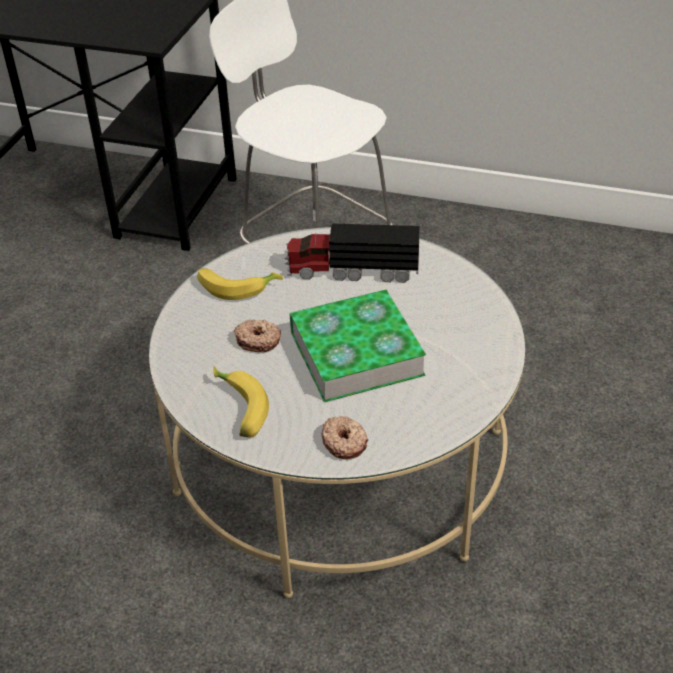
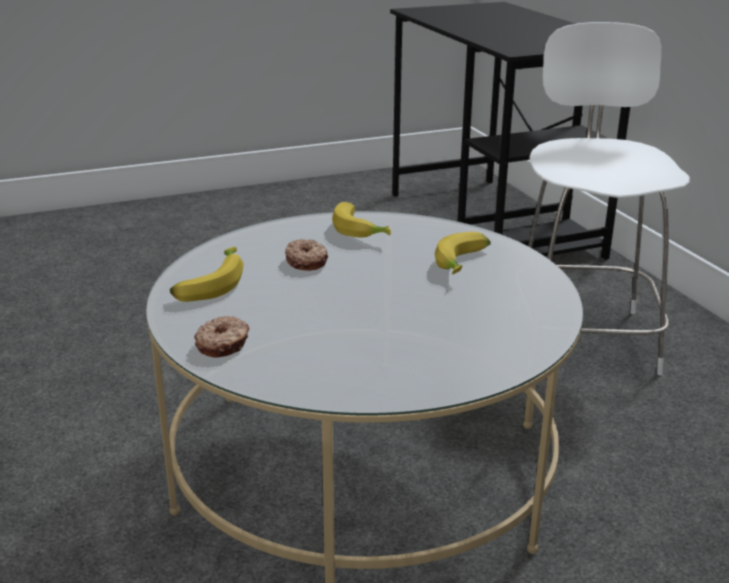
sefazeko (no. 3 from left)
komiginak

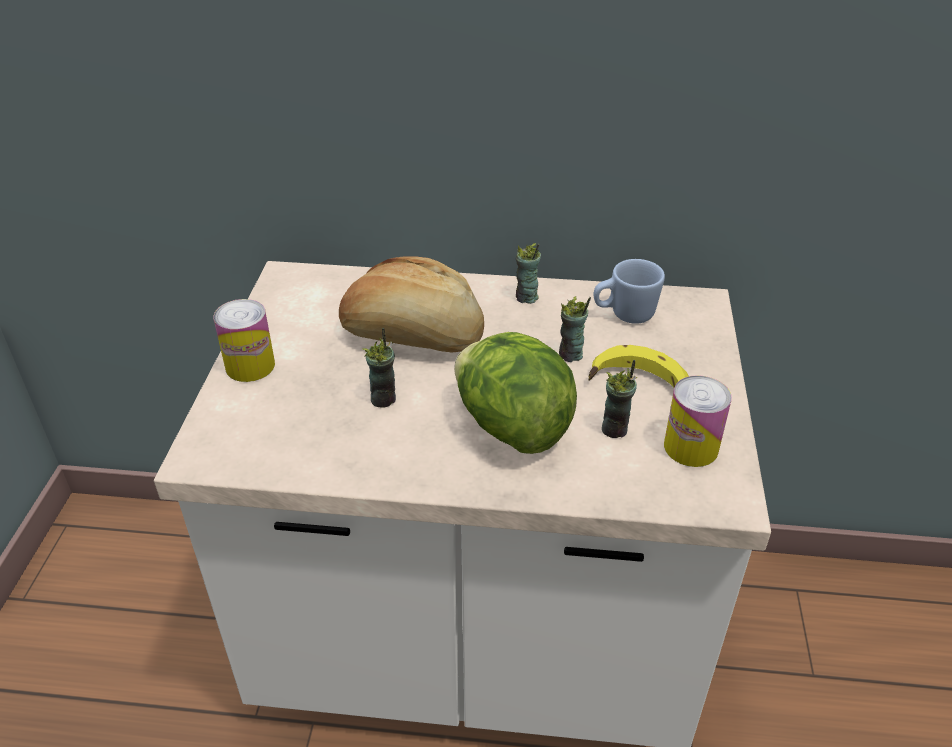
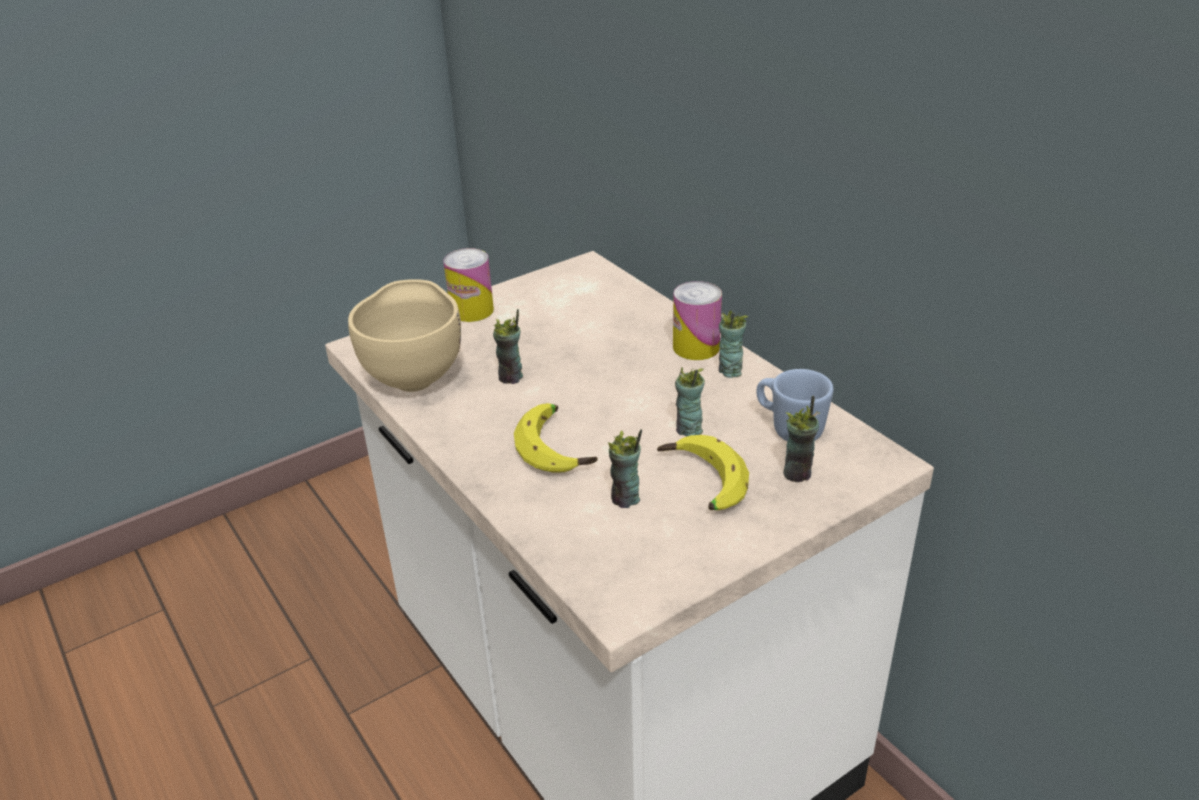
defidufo
sefazeko (no. 1 from left)
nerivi (no. 2 from left)
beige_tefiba
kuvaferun (no. 5 from left)

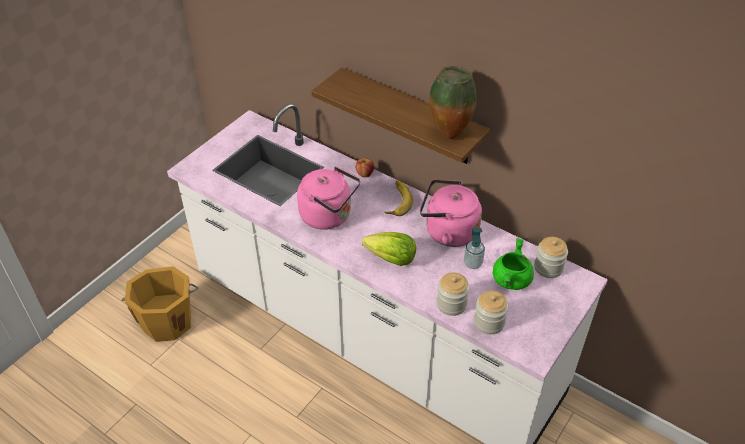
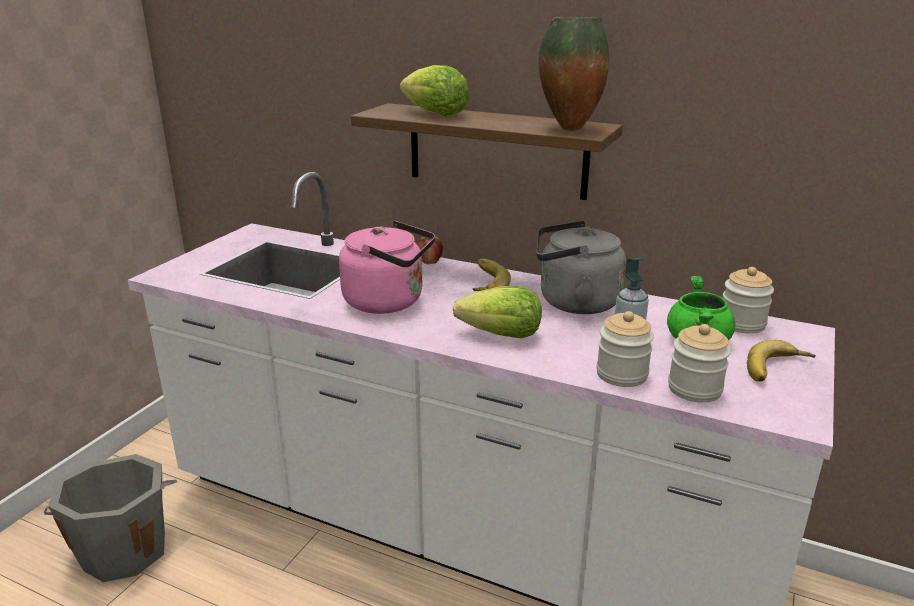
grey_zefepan
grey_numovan
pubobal (no. 1 from left)
sefazeko (no. 2 from left)

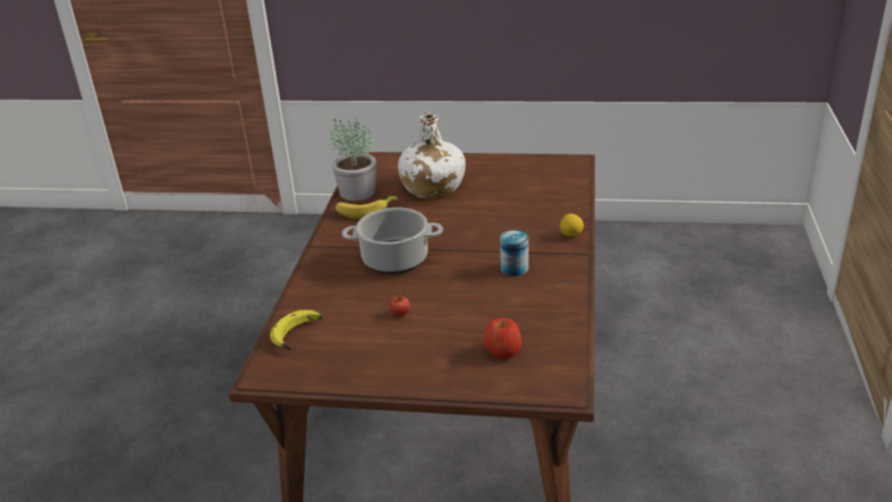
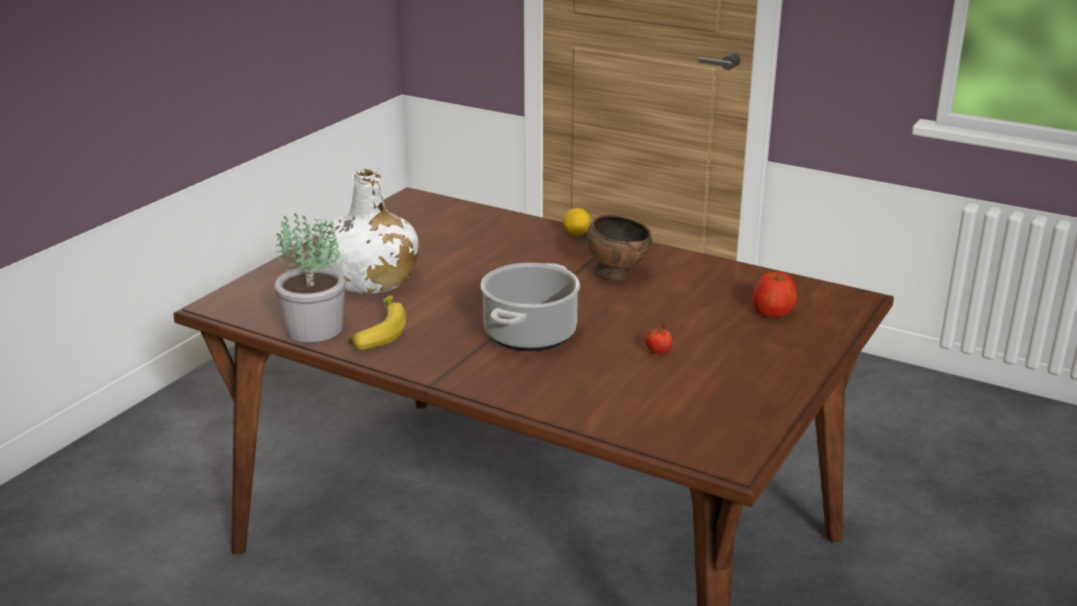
sefazeko (no. 1 from left in the first image)
brown_tefiba

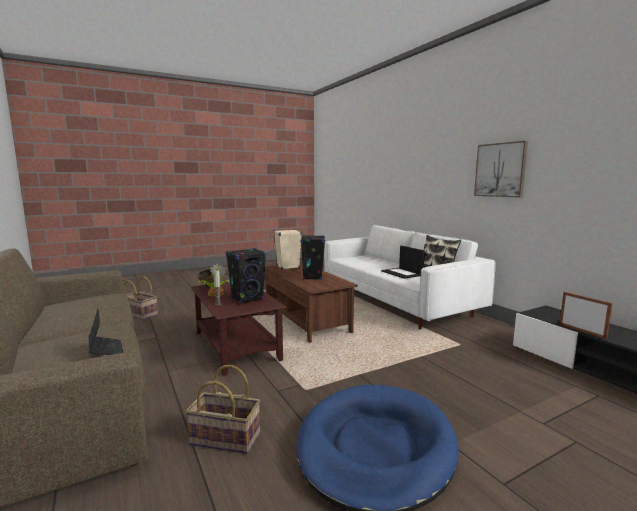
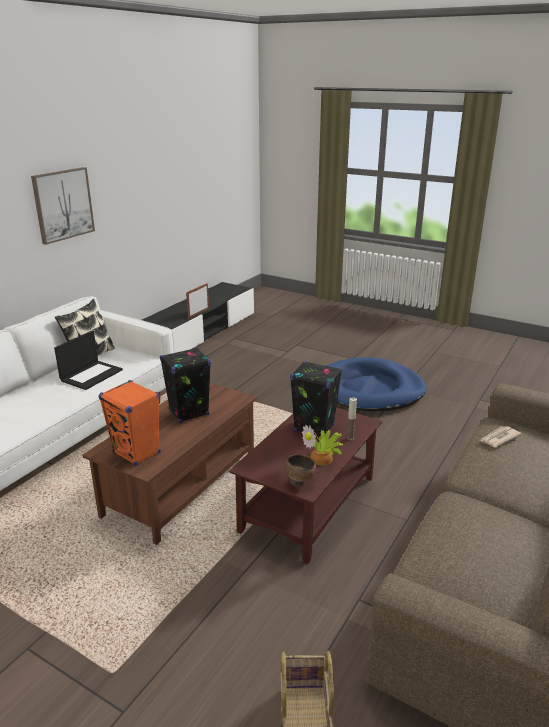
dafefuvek
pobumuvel (no. 2 from left in the first image)
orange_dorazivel

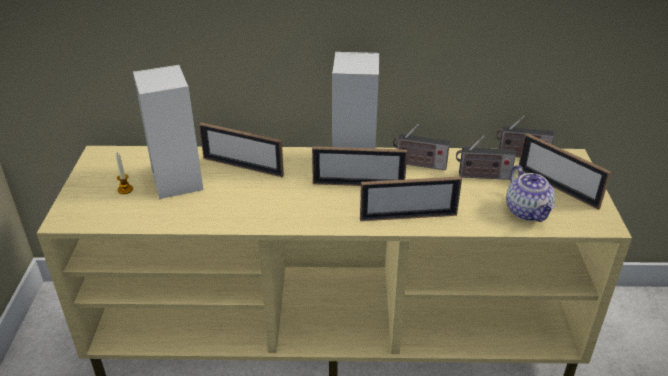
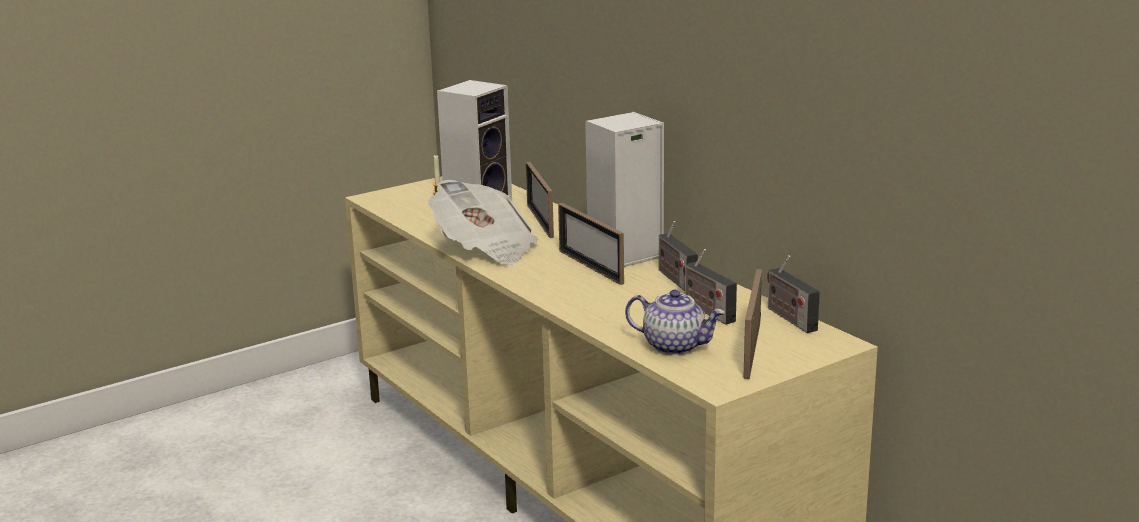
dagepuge (no. 3 from left in the first image)
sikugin
dafefuvek

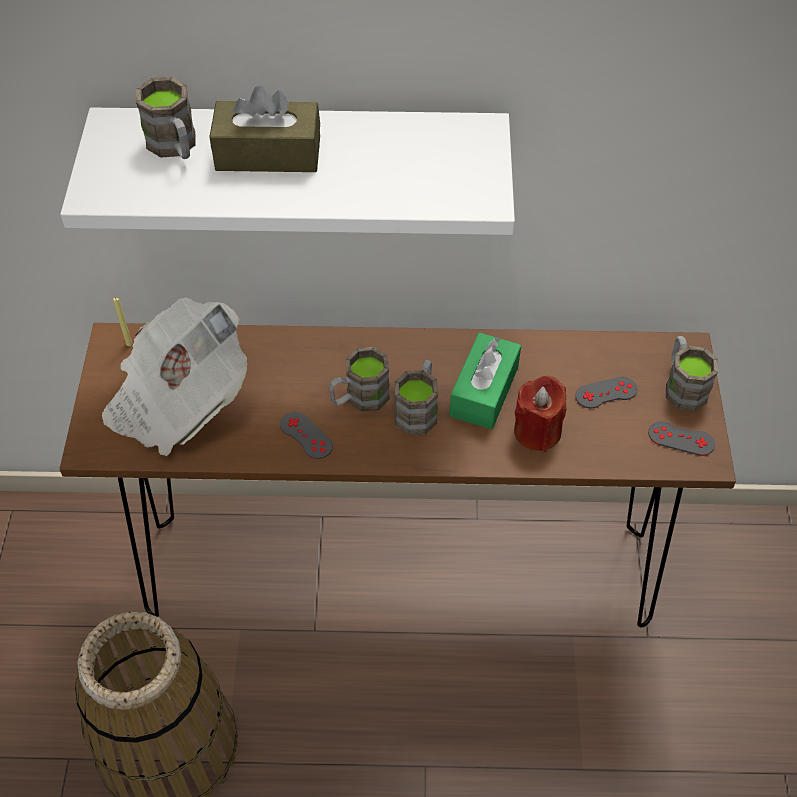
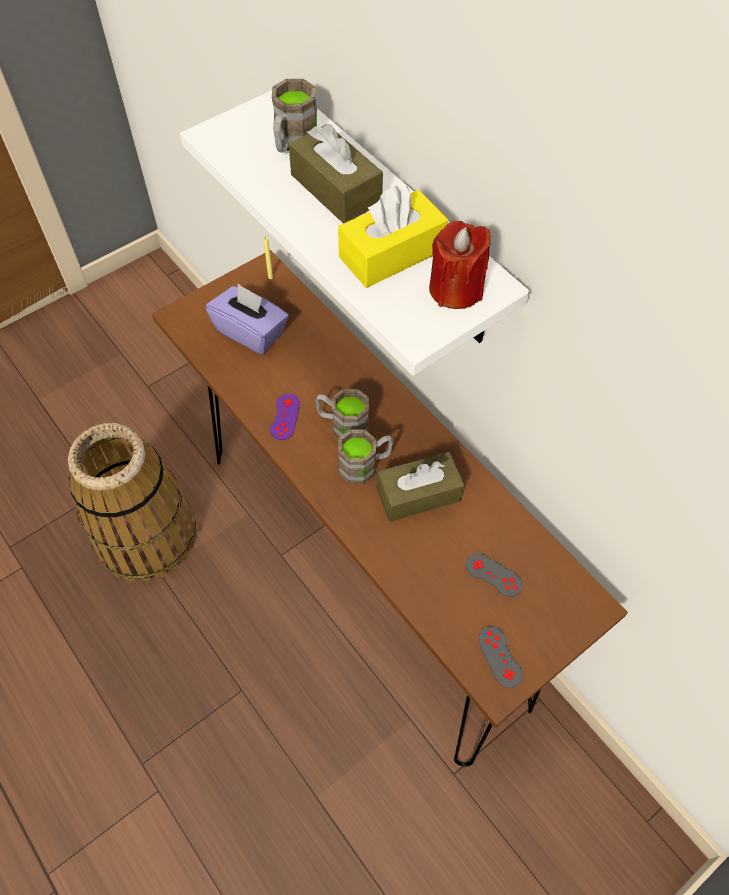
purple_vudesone
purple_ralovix
brown_vudesone (no. 2 from left)
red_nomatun
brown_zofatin (no. 4 from left in the first image)
yellow_vudesone

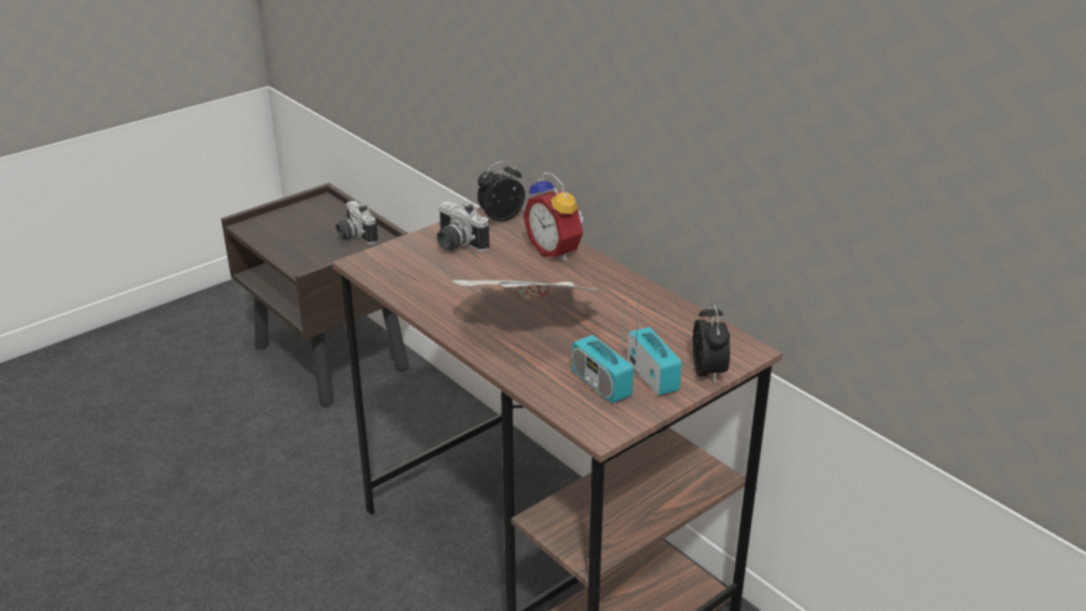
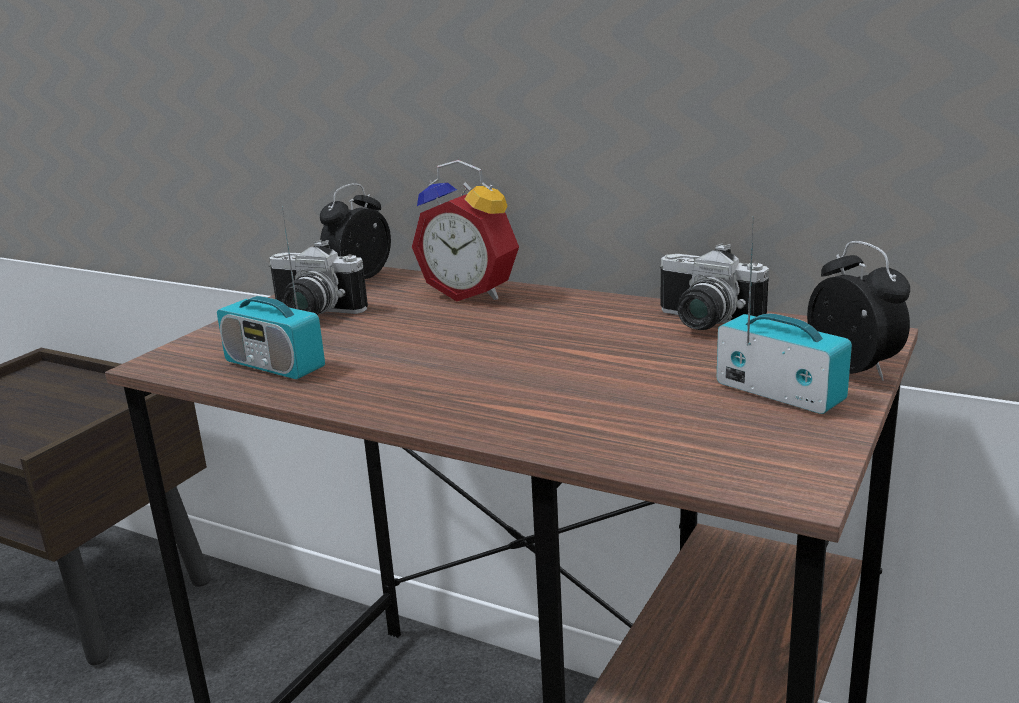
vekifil (no. 2 from left)
dafefuvek
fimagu (no. 1 from left)

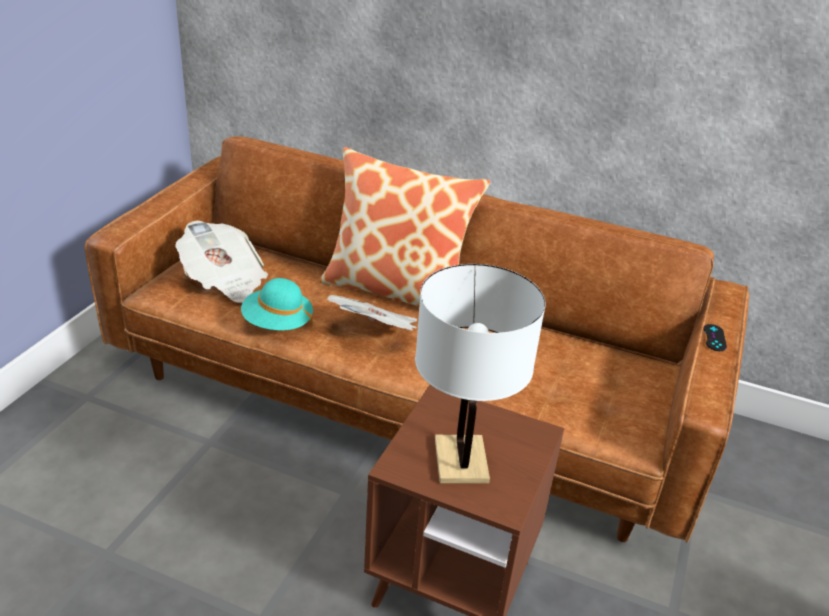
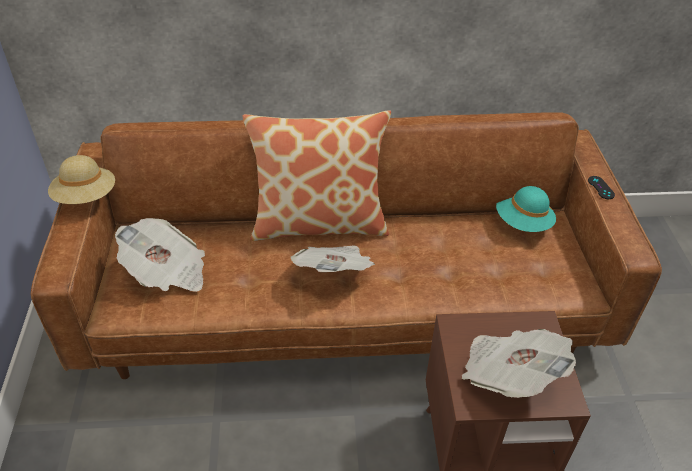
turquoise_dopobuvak
dafefuvek (no. 3 from left)
beige_dopobuvak

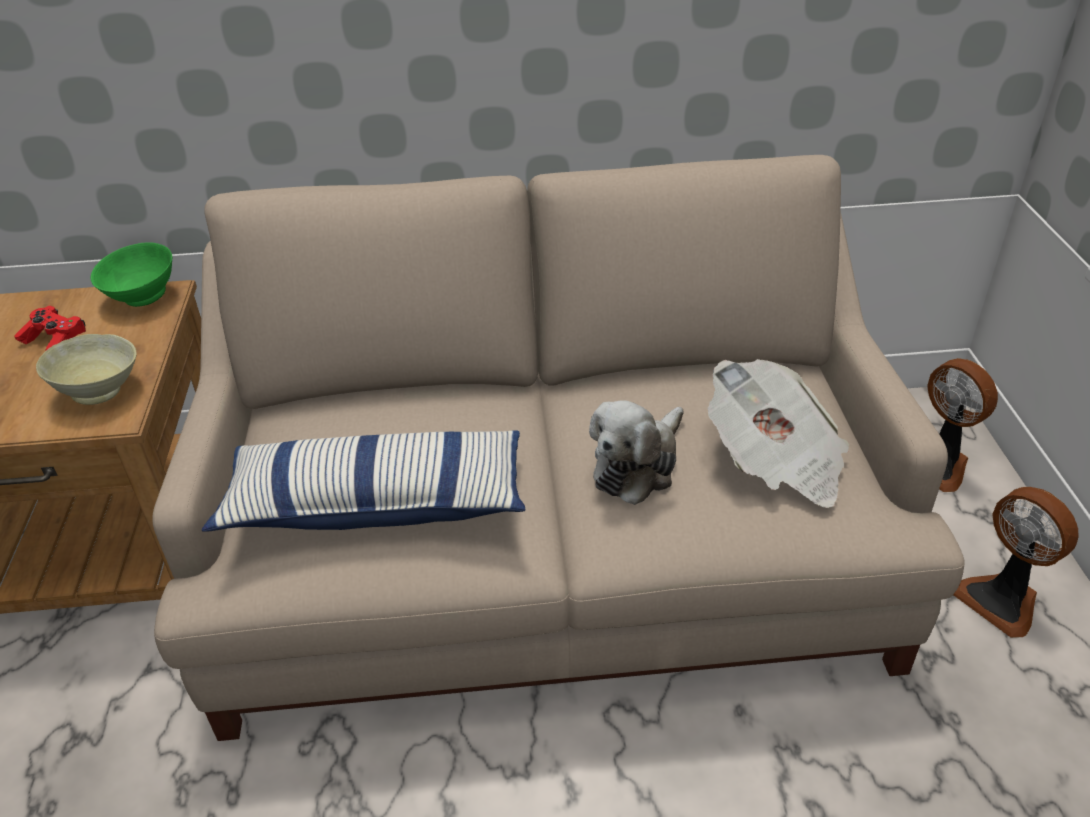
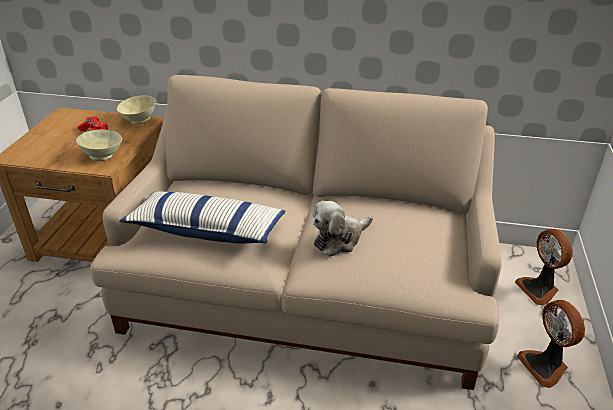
beige_tefiba (no. 2 from left)
dafefuvek

